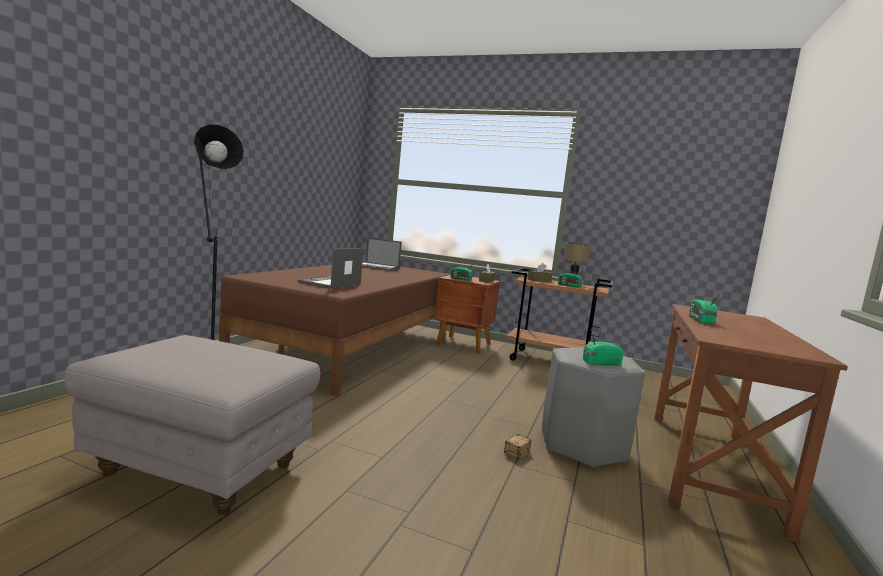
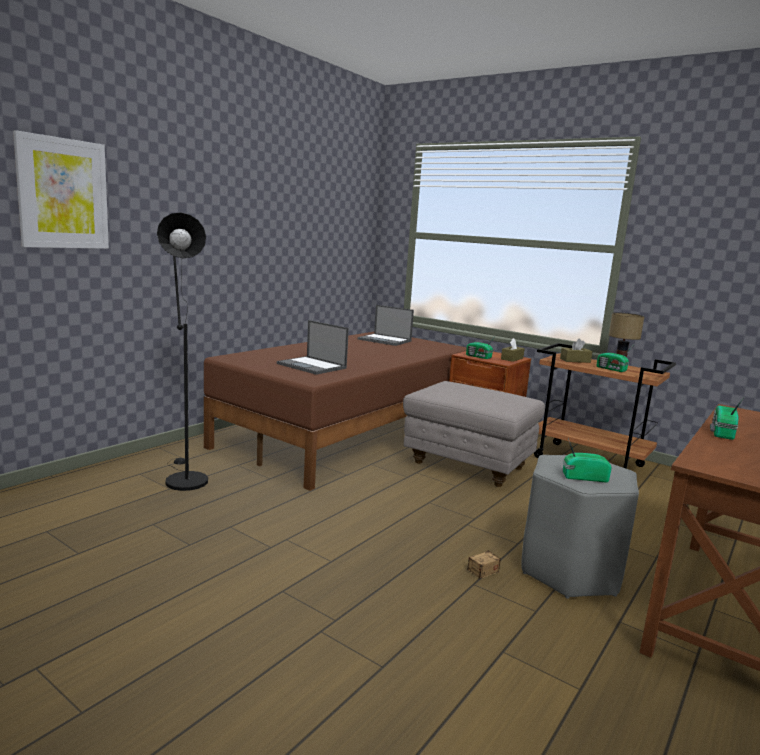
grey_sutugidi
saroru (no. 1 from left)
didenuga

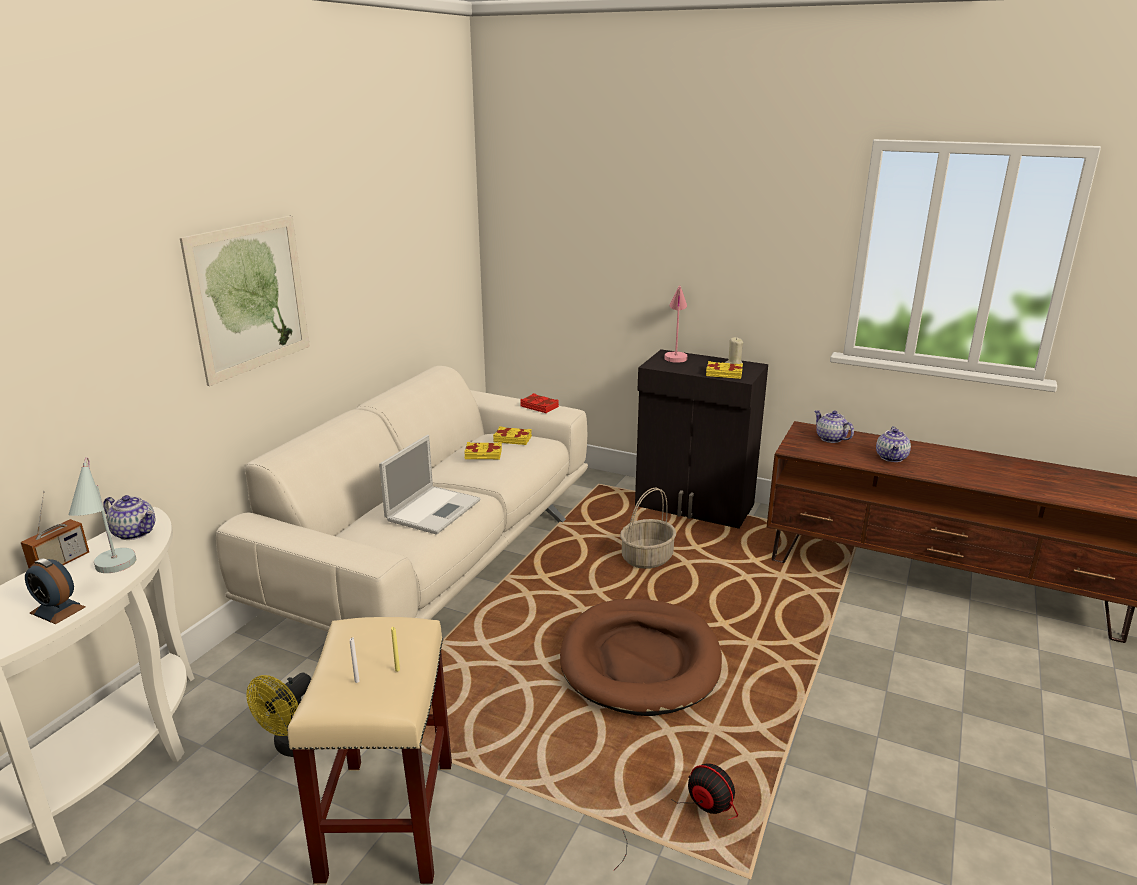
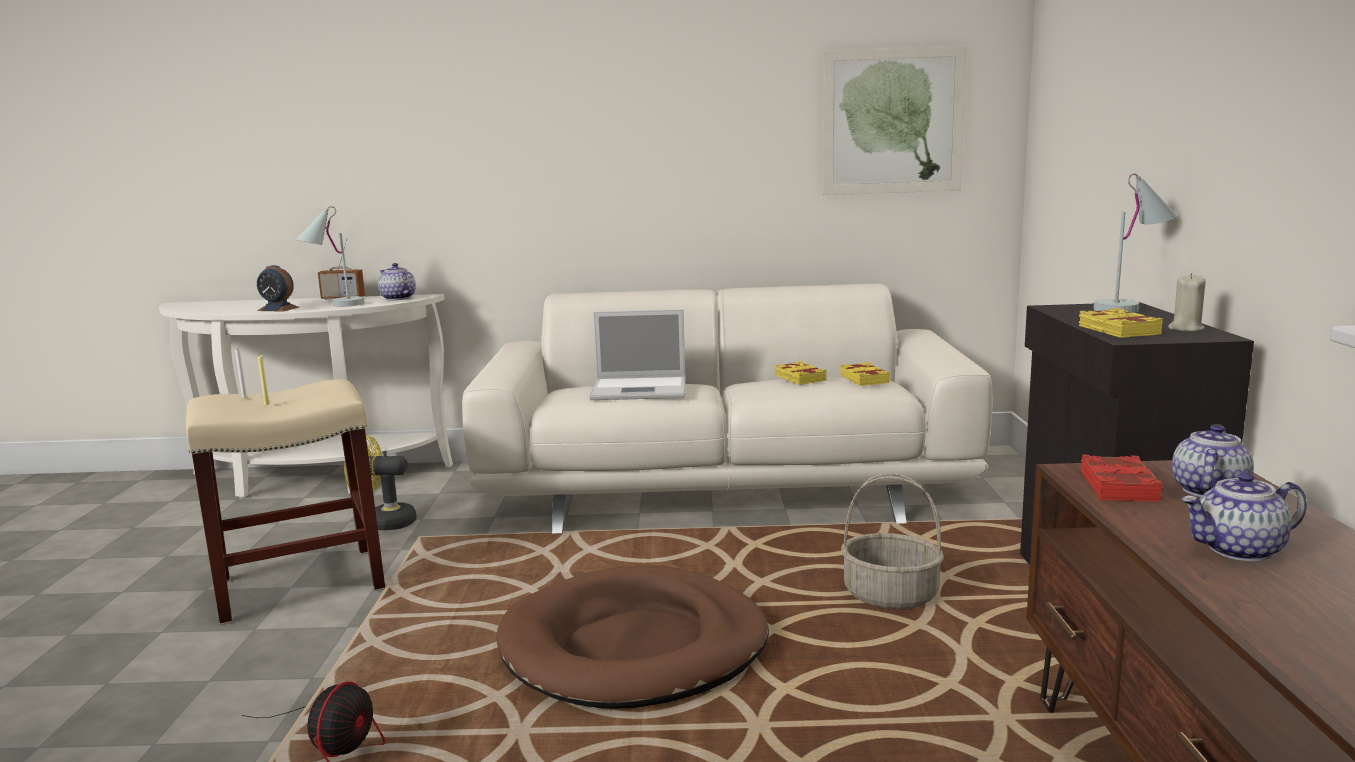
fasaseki
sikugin (no. 1 from left)
didenuga
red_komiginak
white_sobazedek (no. 2 from left)

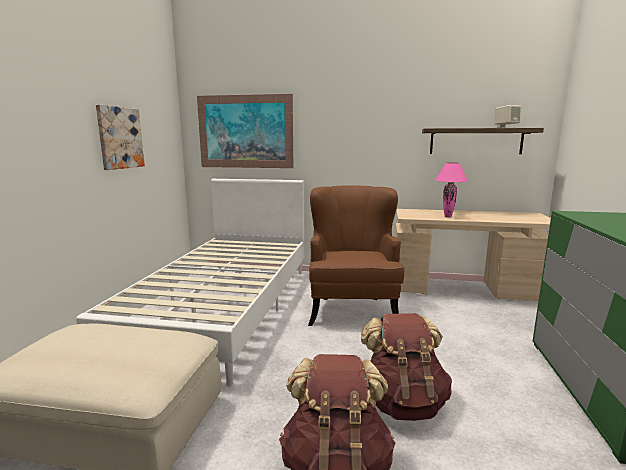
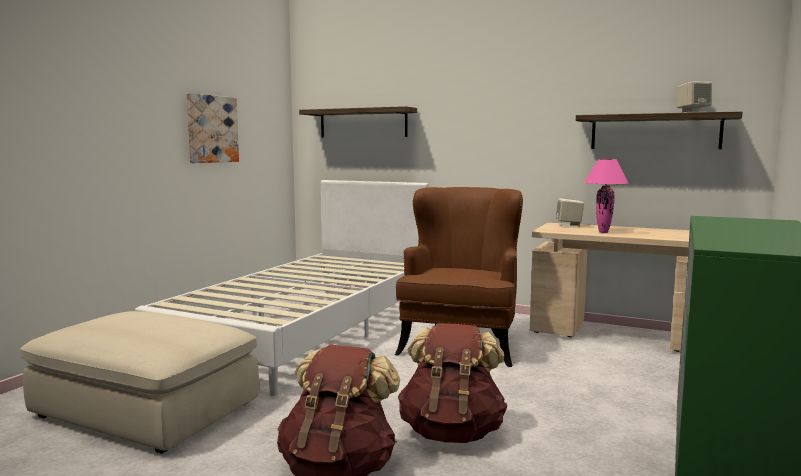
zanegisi (no. 1 from left)
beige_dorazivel (no. 1 from left)

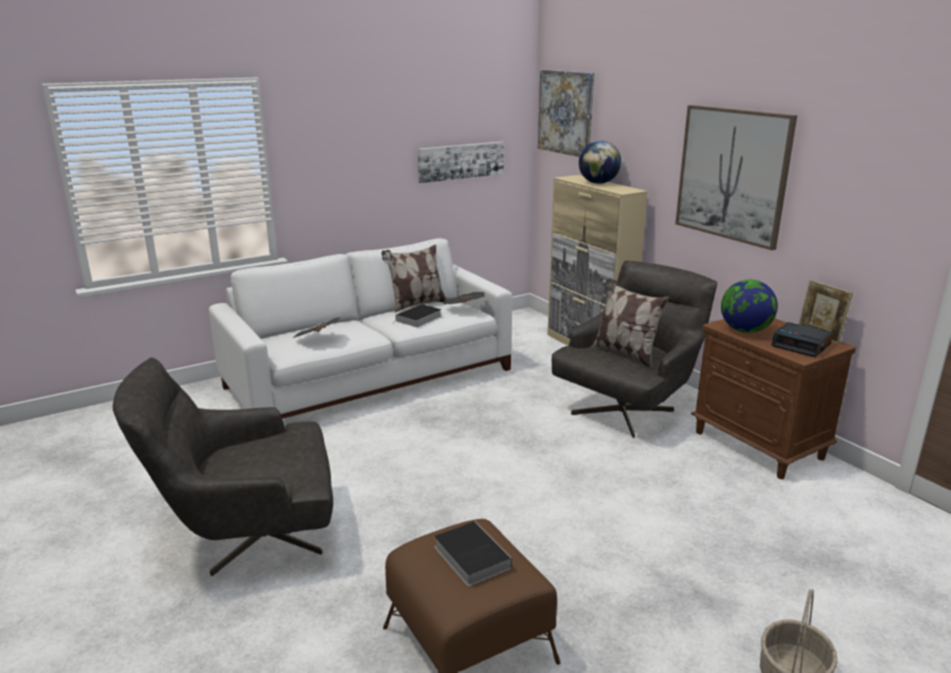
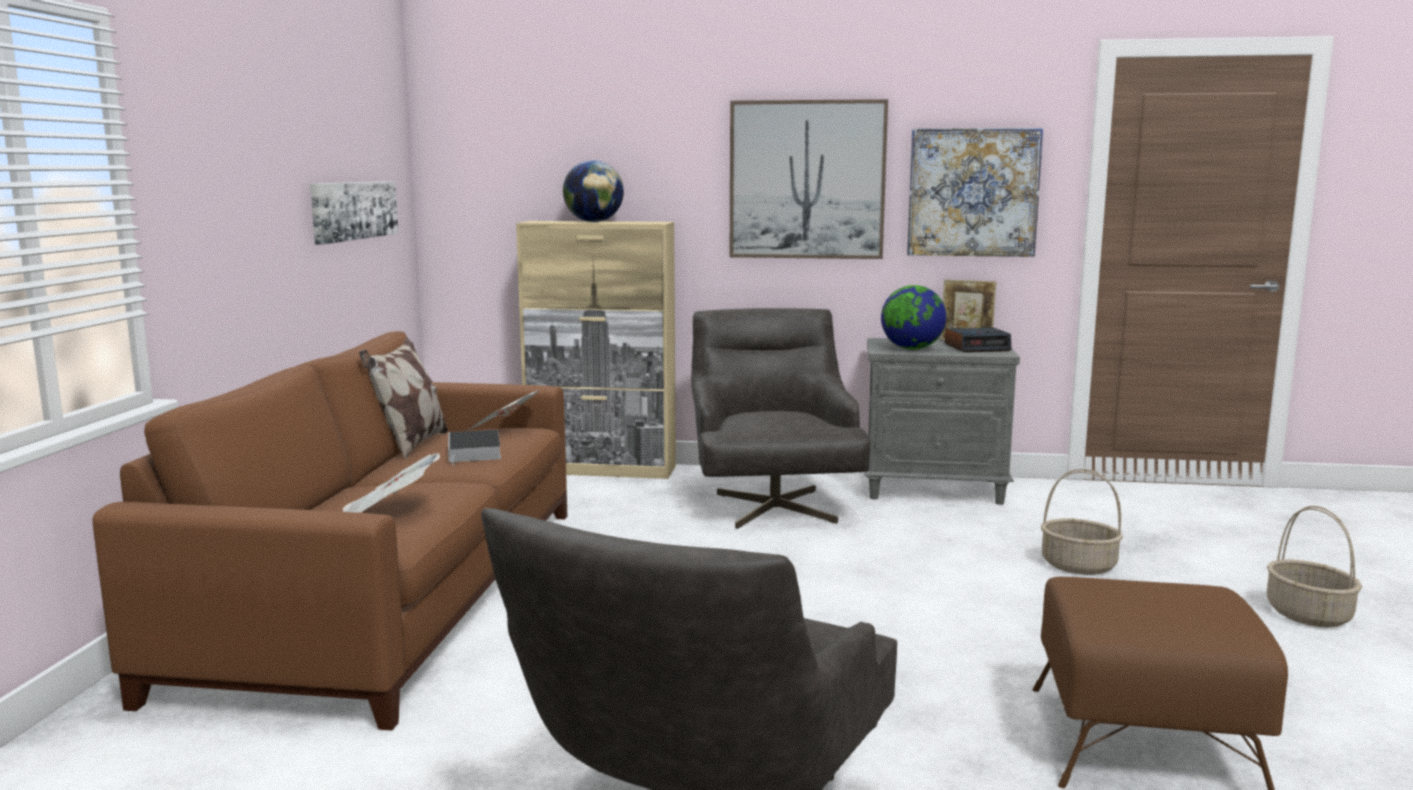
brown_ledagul
komiginak (no. 2 from left in the first image)
didenuga (no. 3 from left)
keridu (no. 2 from left in the first image)
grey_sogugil
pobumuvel (no. 1 from left)

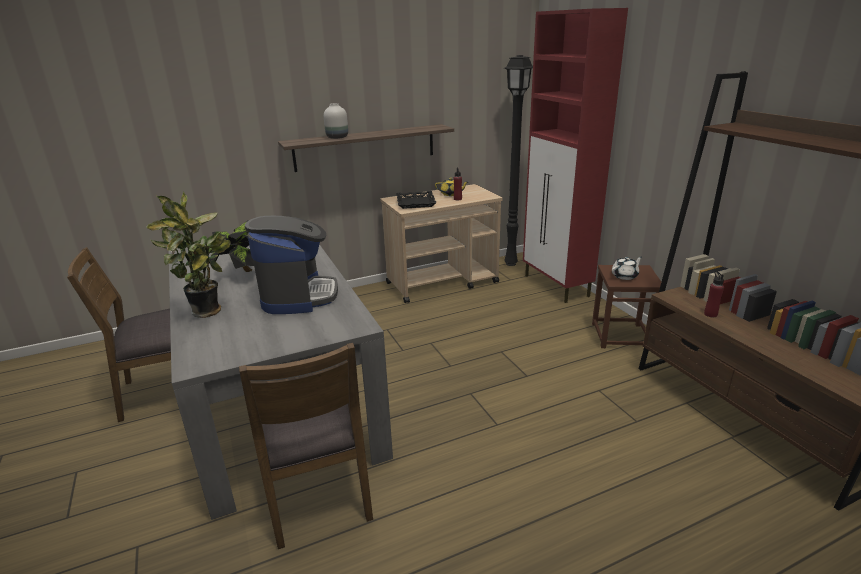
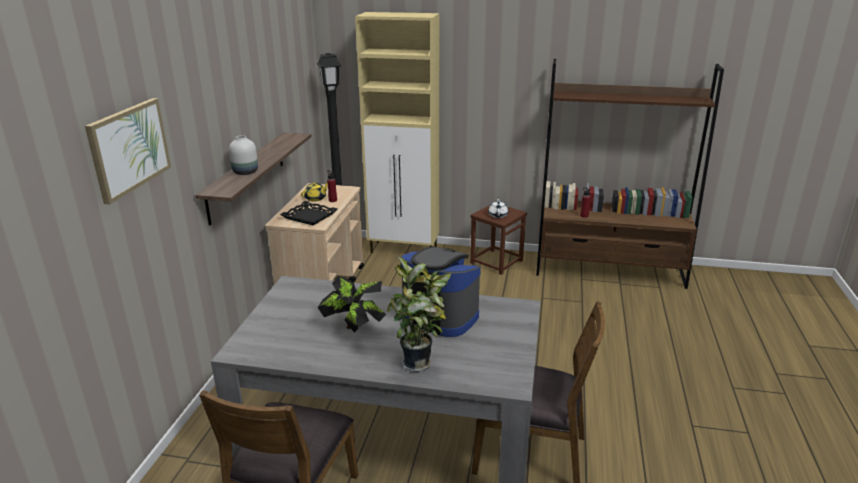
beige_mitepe
didenuga

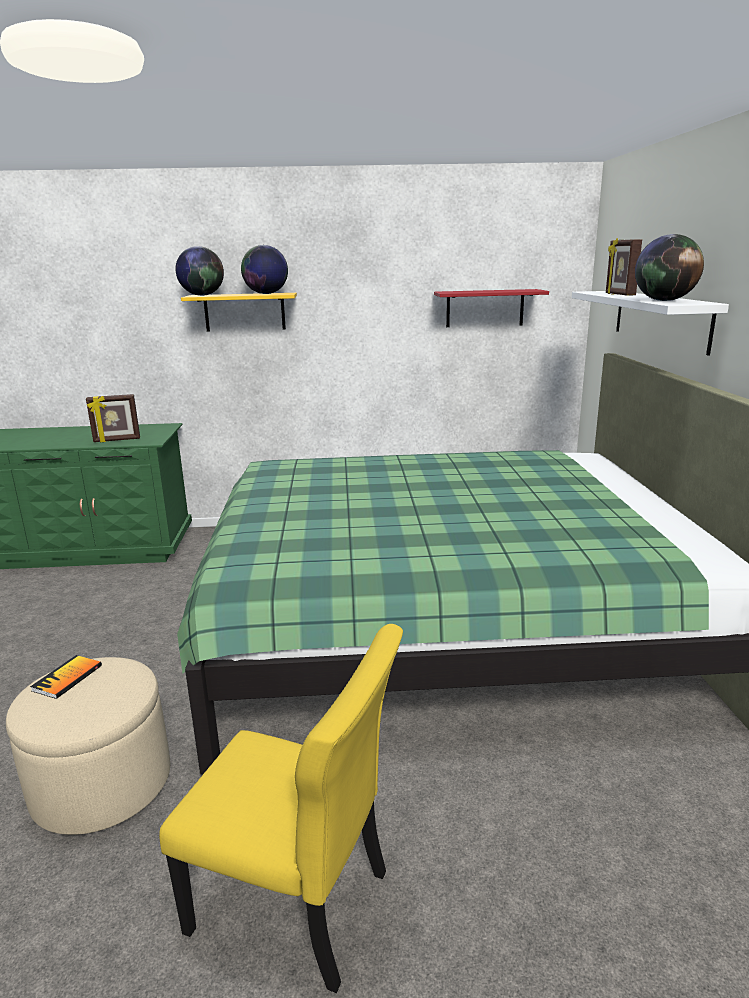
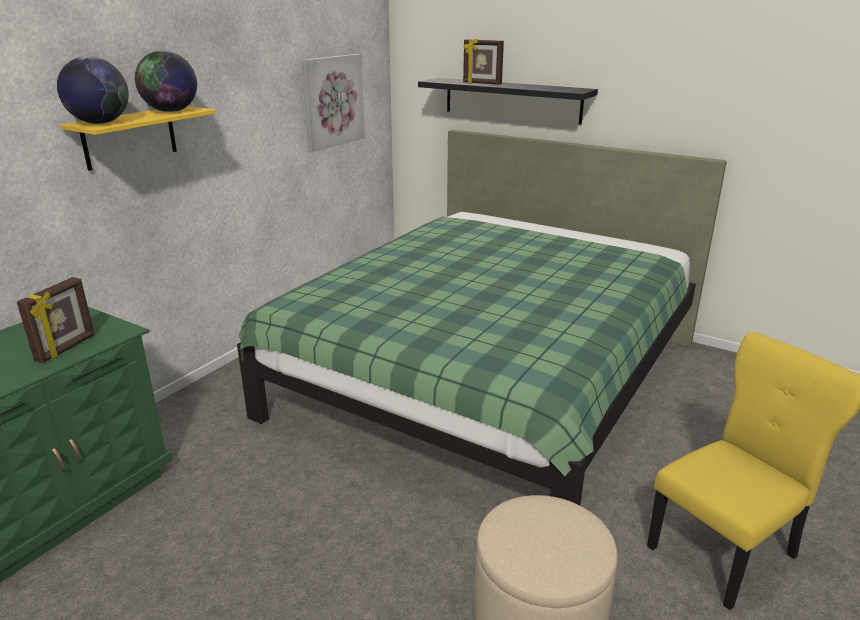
komiginak
didenuga
black_zanegisi
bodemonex (no. 3 from left in the first image)

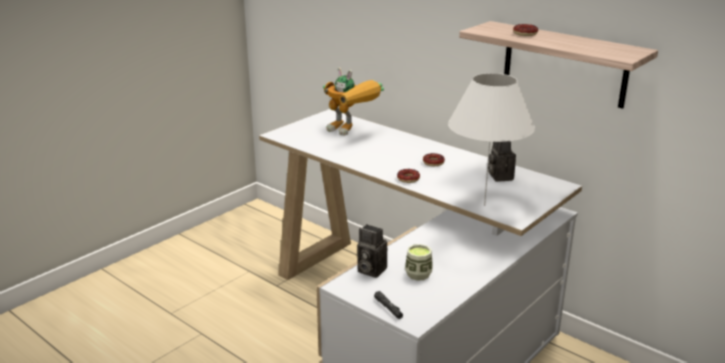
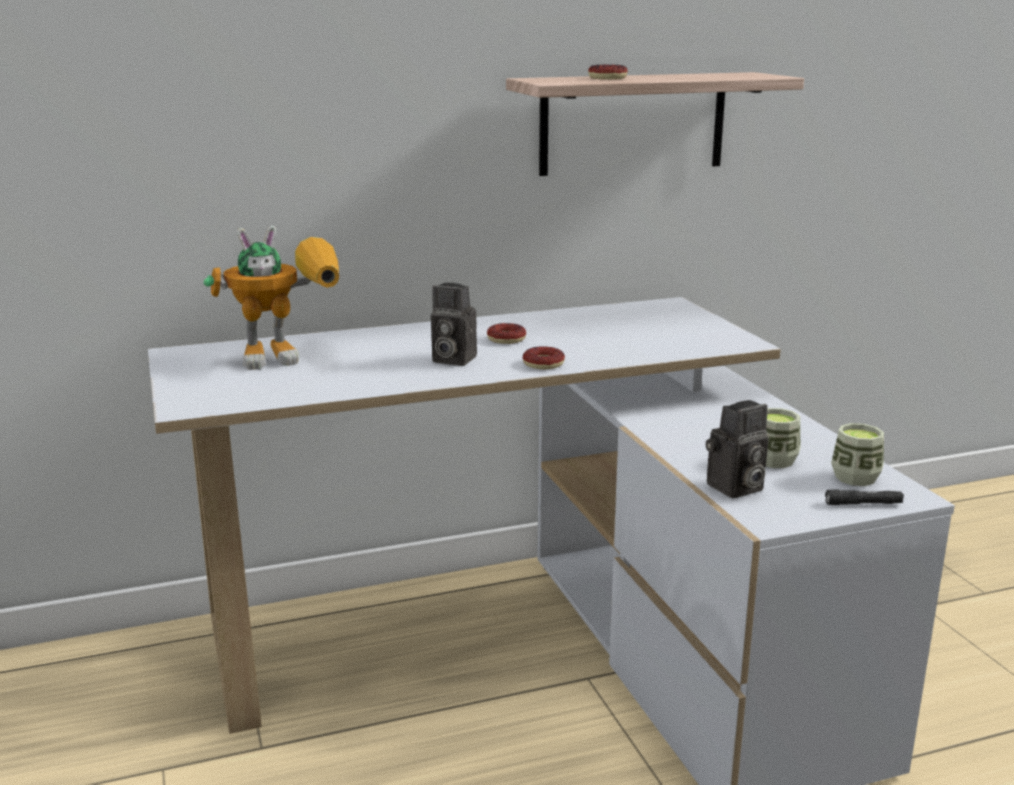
white_sobazedek
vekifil (no. 1 from left)
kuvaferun (no. 2 from left)

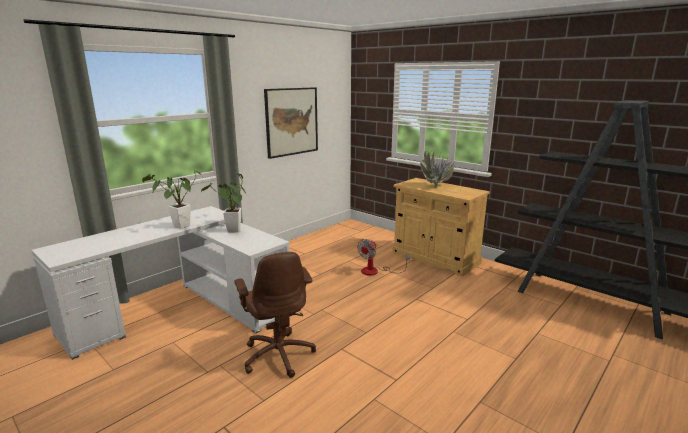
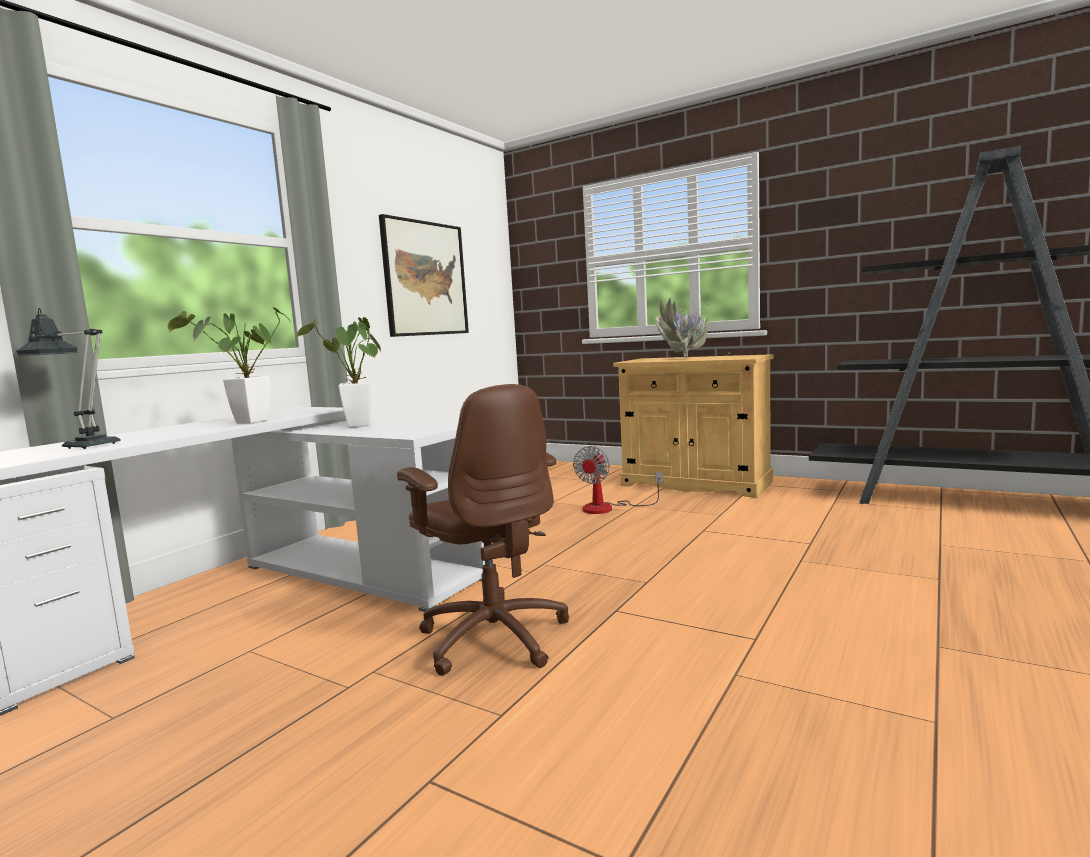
sobazedek

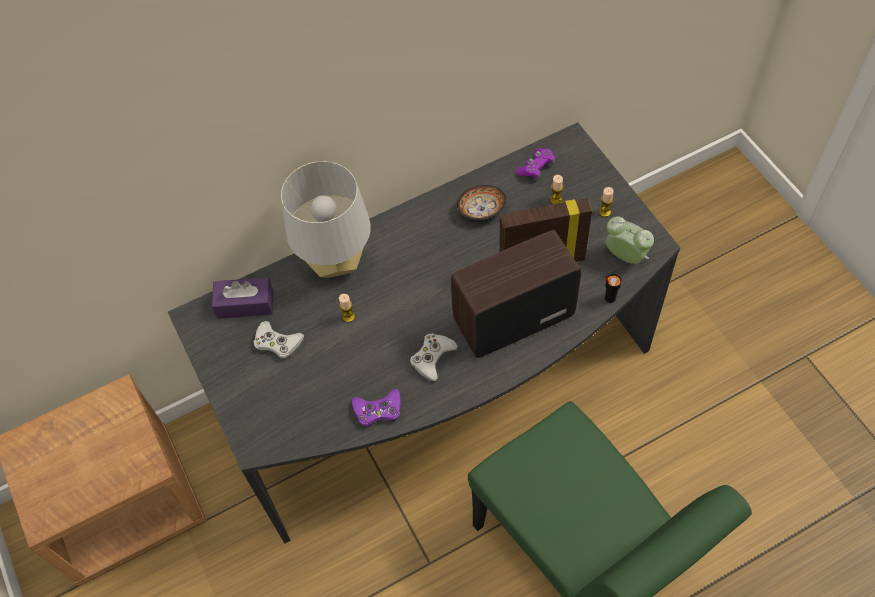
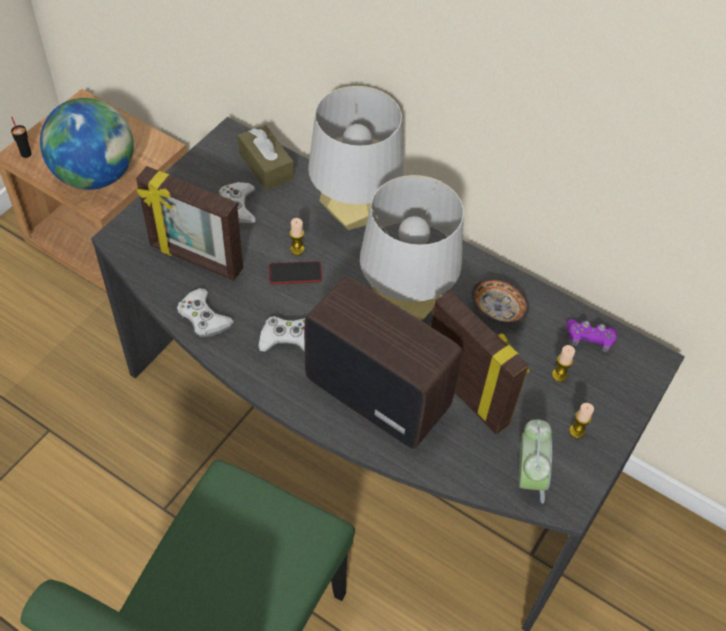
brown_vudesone
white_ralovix (no. 1 from left)
black_kuvaferun
bodemonex
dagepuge (no. 1 from left)
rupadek
grey_sobazedek (no. 2 from left)

